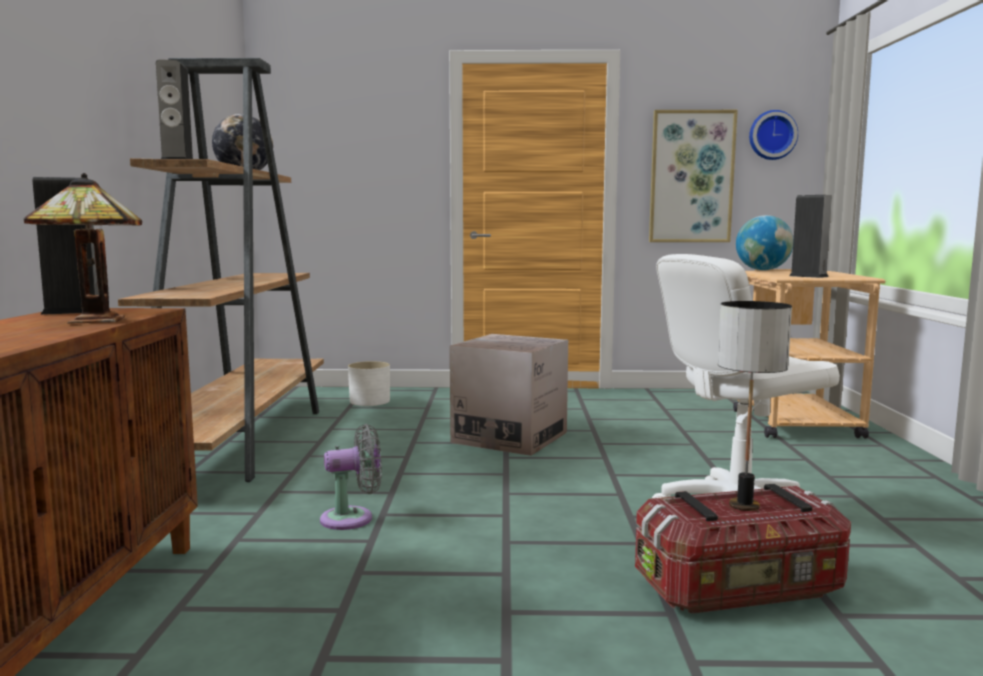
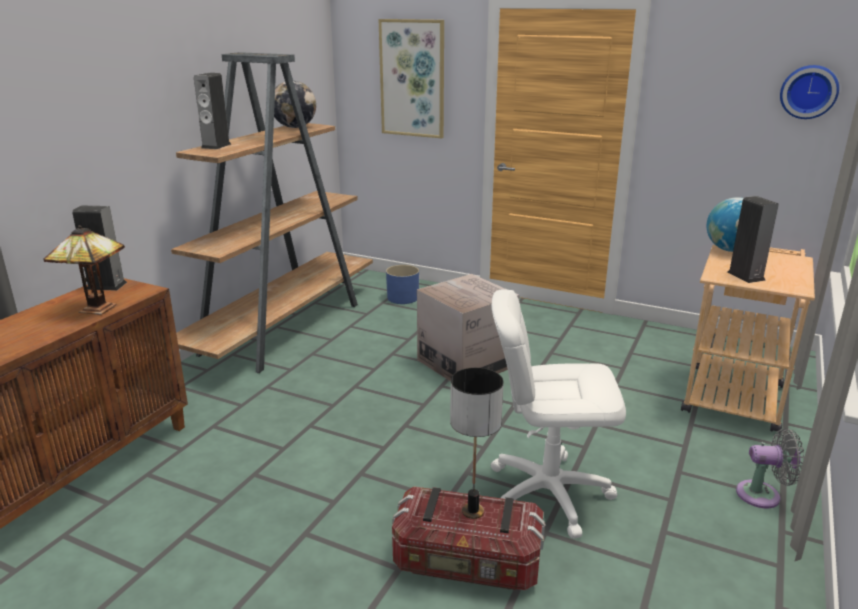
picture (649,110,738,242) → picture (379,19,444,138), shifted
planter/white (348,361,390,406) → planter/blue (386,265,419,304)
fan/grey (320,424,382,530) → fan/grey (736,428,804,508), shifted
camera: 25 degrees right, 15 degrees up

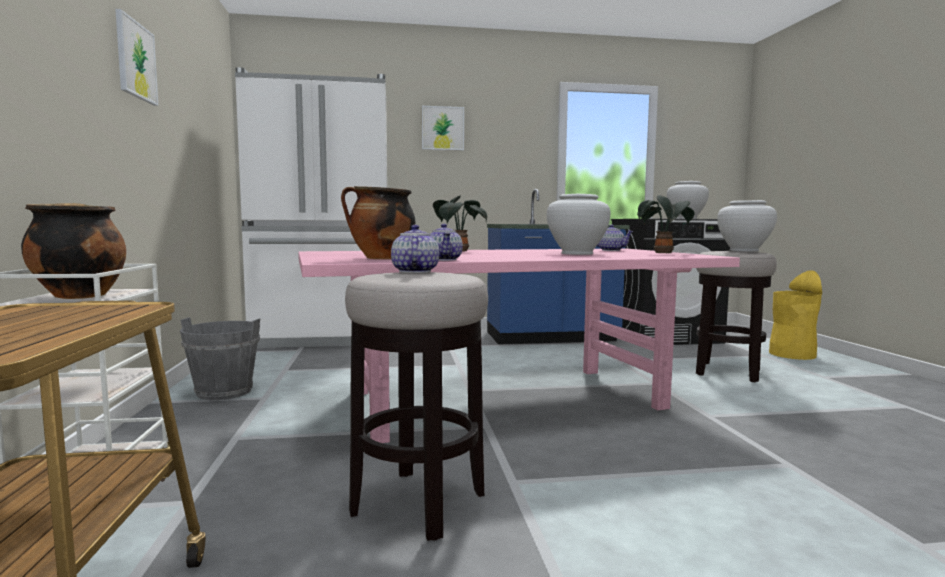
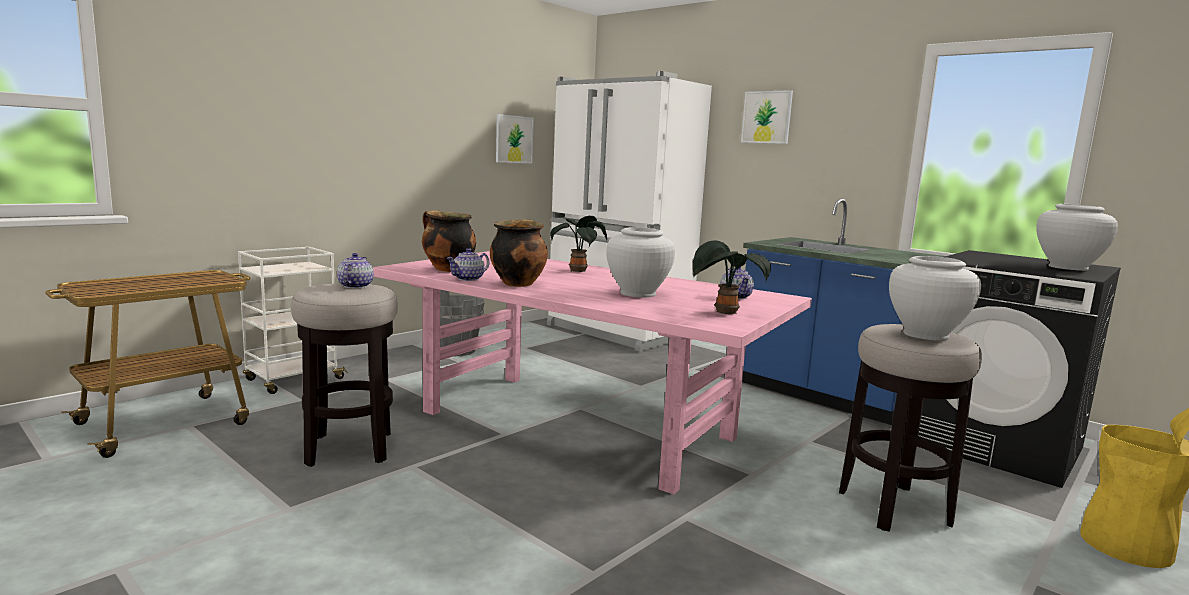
picture (115,9,158,106) → picture (496,114,534,163), shifted
cooking pot (21,203,126,299) → cooking pot (490,219,548,287), shifted
teapot (391,225,439,273) → teapot (337,253,374,288), 45 degrees counterclockwise
camera: 50 degrees right, 5 degrees up

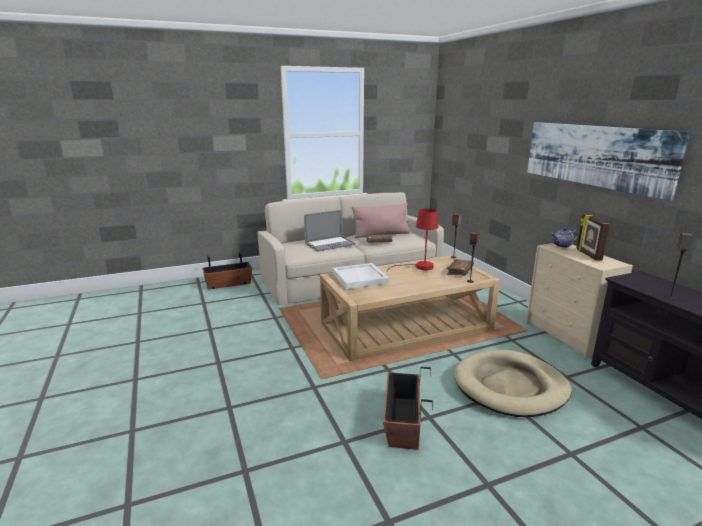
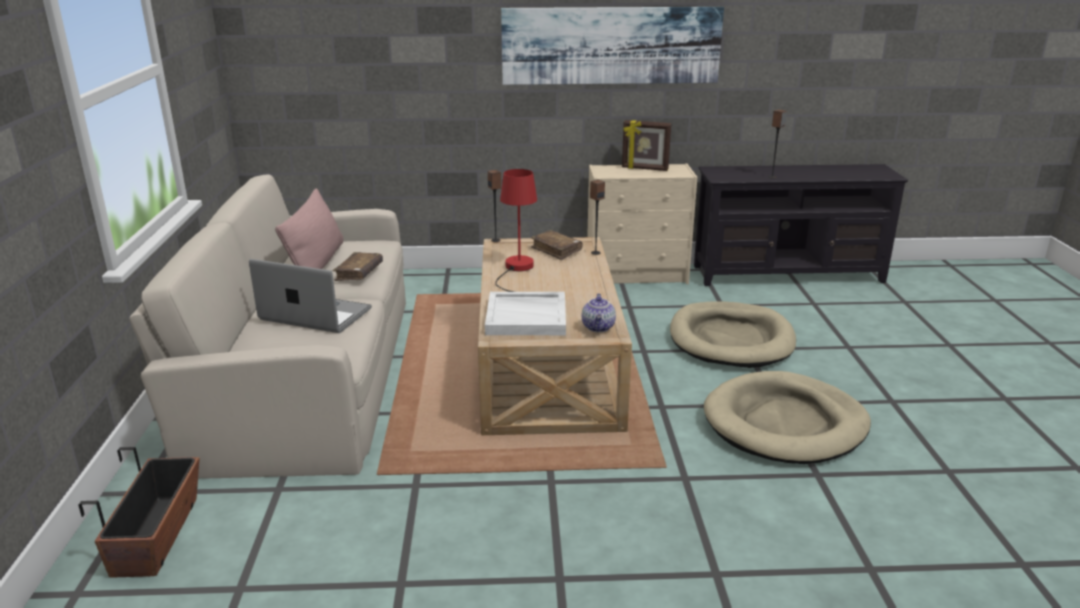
laptop (304,210,355,251) → laptop (249,259,372,333), 60 degrees counterclockwise
teapot (551,228,577,248) → teapot (582,293,616,332), shifted
planter (383,367,433,450) → dog bed/beige (704,371,871,464)
camera: 70 degrees left, 5 degrees up

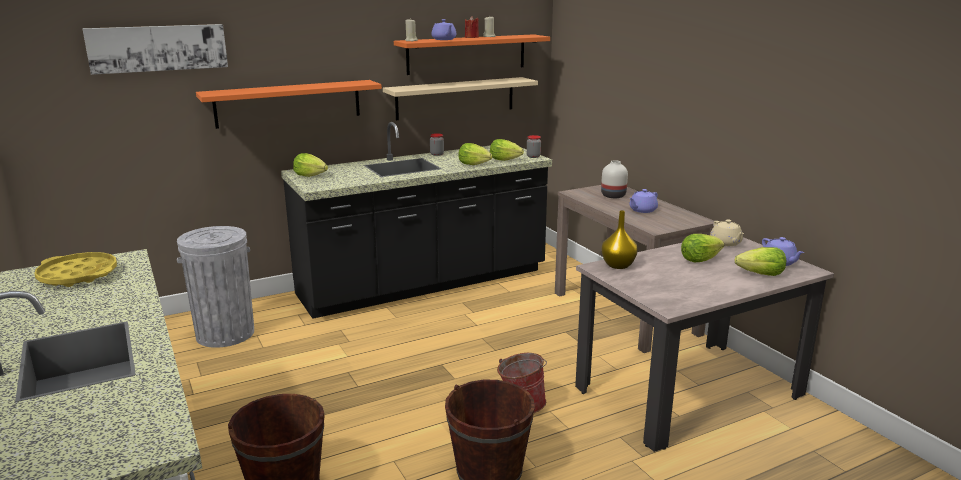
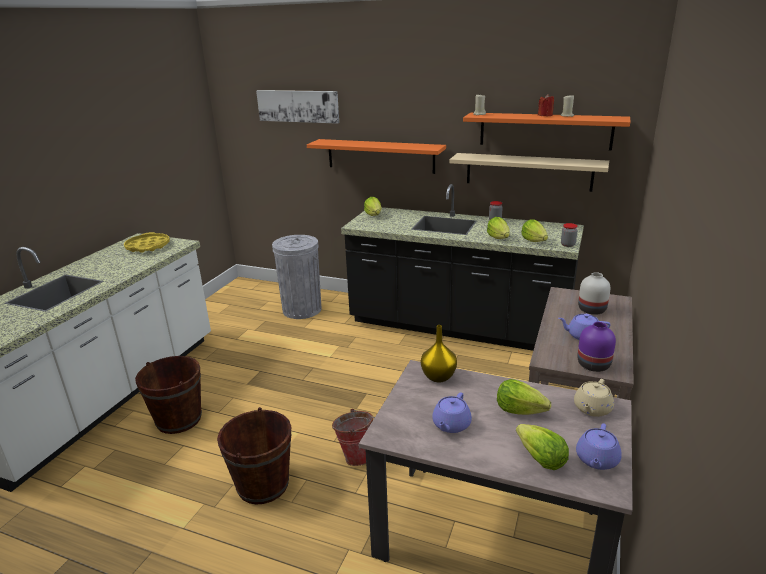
teapot/purple (431,19,456,40) → teapot/purple (432,392,472,433), shifted
- → vase/purple (577,322,616,372)
camera: 50 degrees right, 5 degrees up

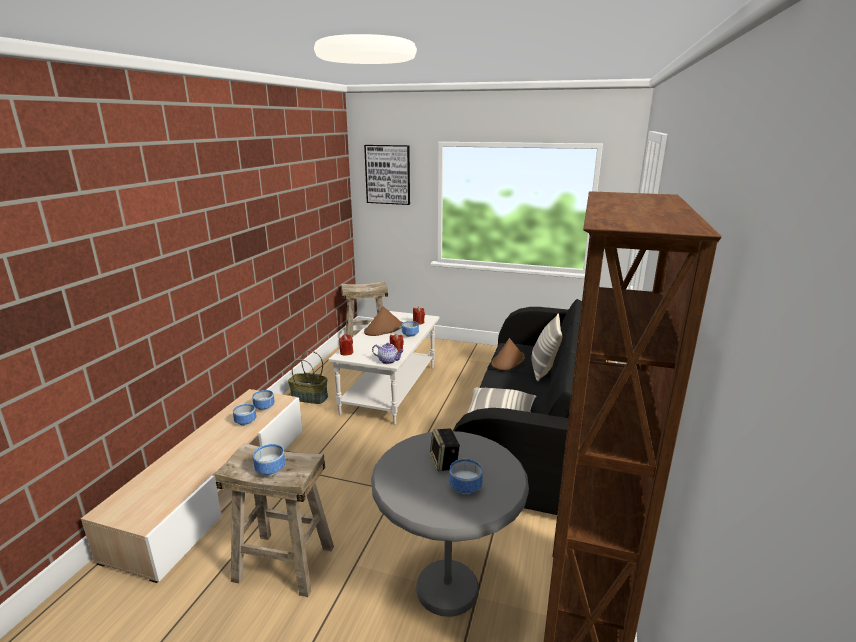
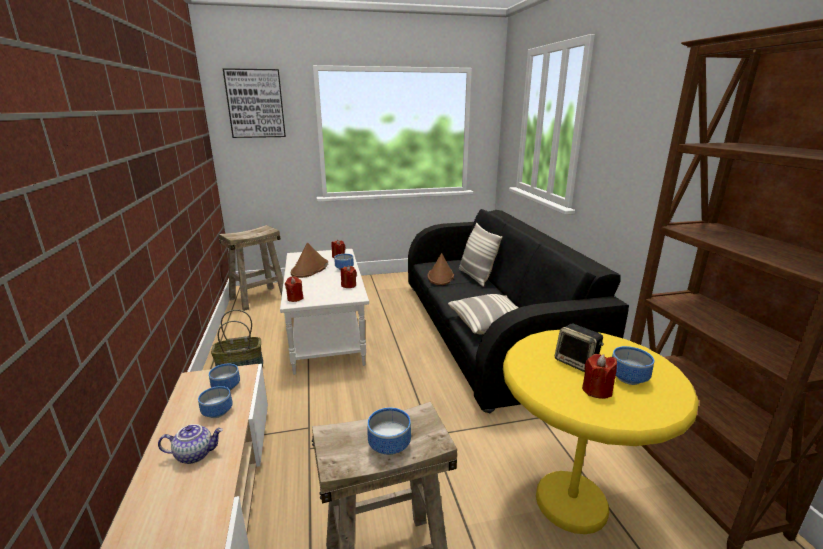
teapot (372,343,404,364) → teapot (158,424,223,464), shifted
side table/grey (371,431,529,617) → side table/yellow (503,330,699,534)
- → candle/red (582,354,617,399)
camera: 30 degrees left, 0 degrees up

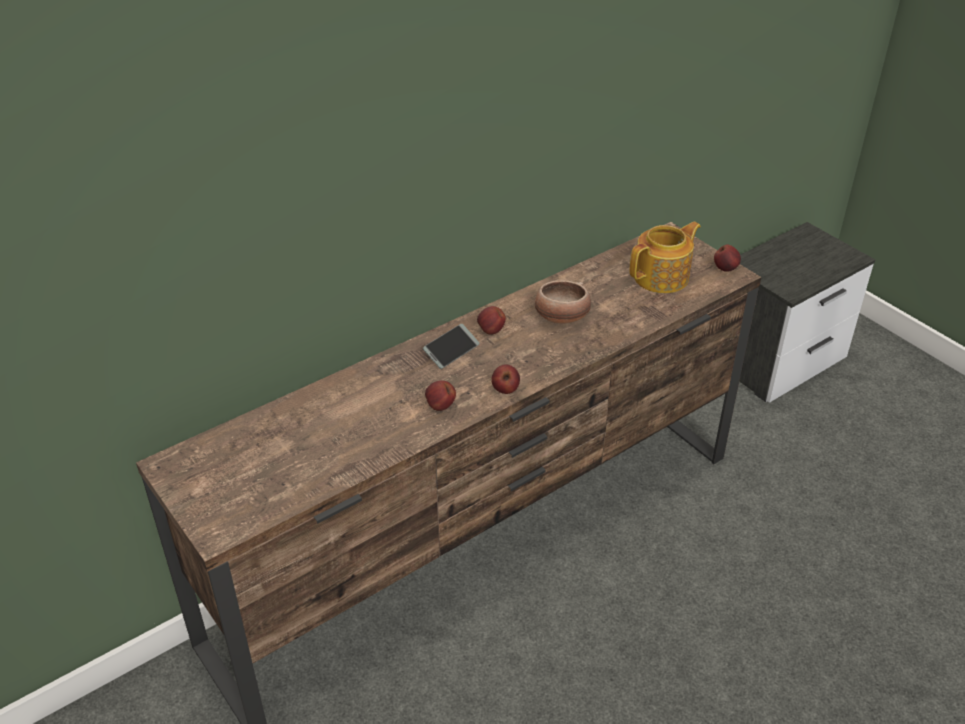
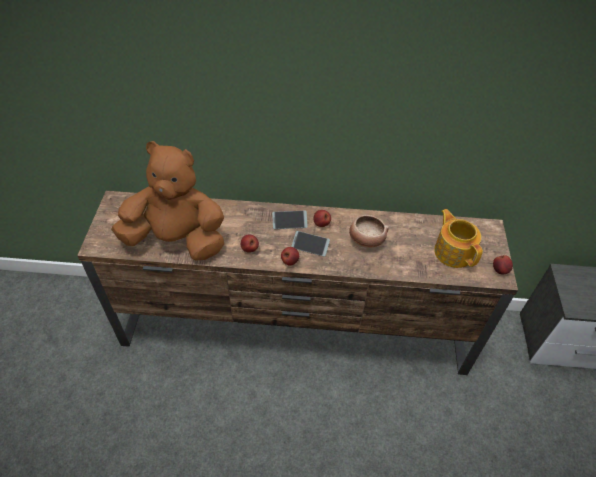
teapot (629,221,701,293) → teapot (434,209,483,268), 120 degrees counterclockwise
- → plush toy/brown (111,141,224,261)
- → phone (291,231,330,257)
camera: 40 degrees right, 10 degrees up

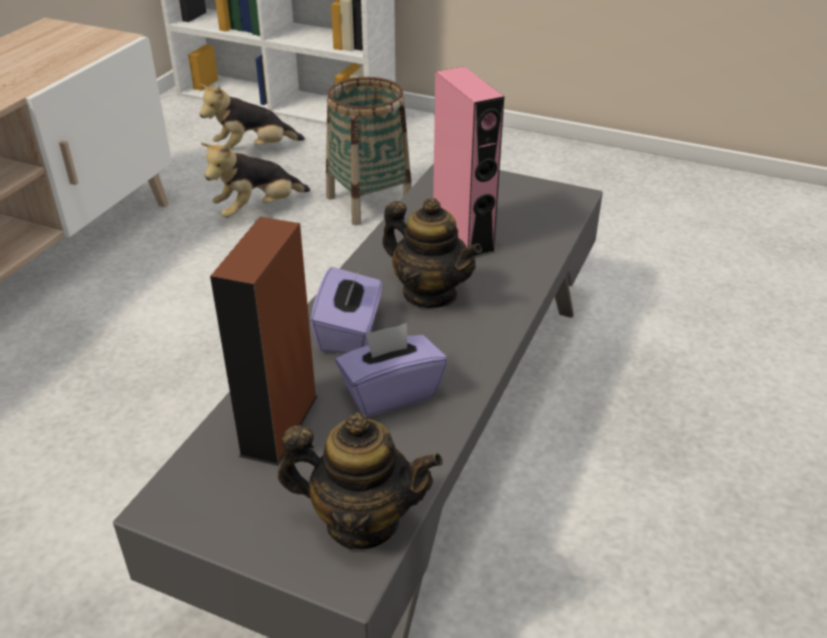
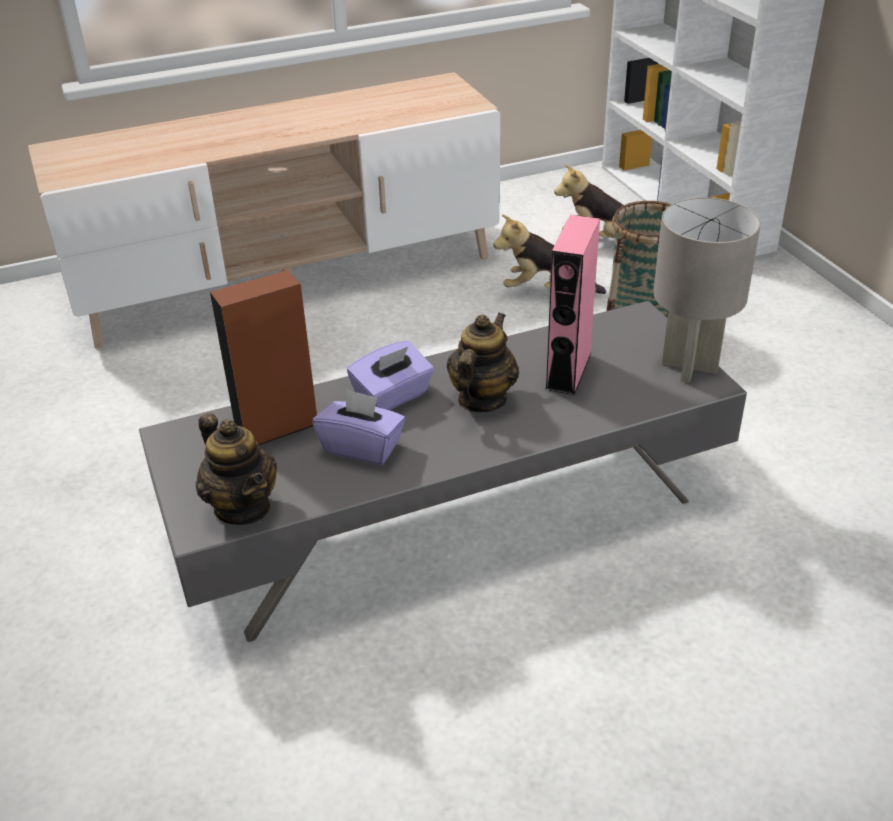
teapot (382,198,482,308) → teapot (447,313,519,412), 150 degrees counterclockwise
- → table lamp/grey (653,198,761,383)
camera: 45 degrees right, 0 degrees up

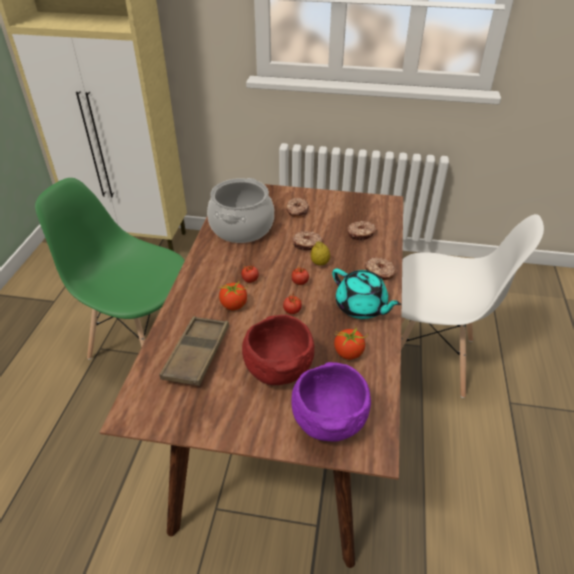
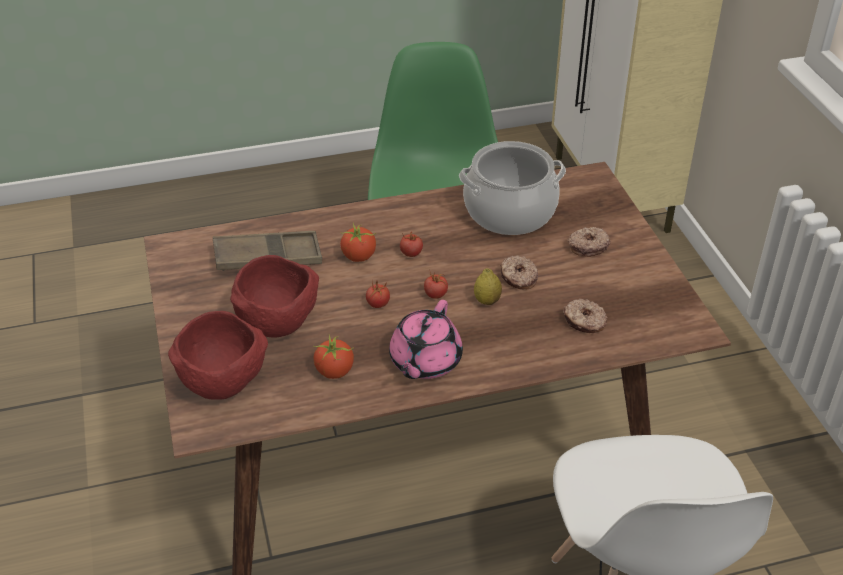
donut (365,257,396,280) → -
teapot/turquoise (332,268,401,319) → teapot/pink (389,300,463,379)
bowl/purple (291,362,371,442) → bowl/red (168,311,268,400)
camera: 65 degrees right, 0 degrees up

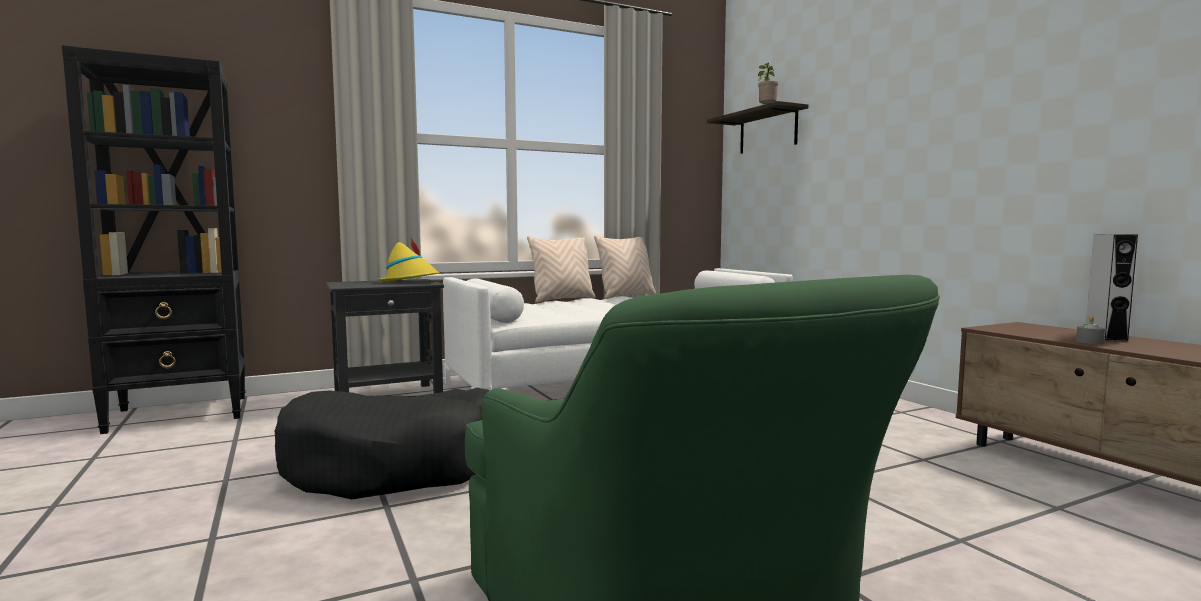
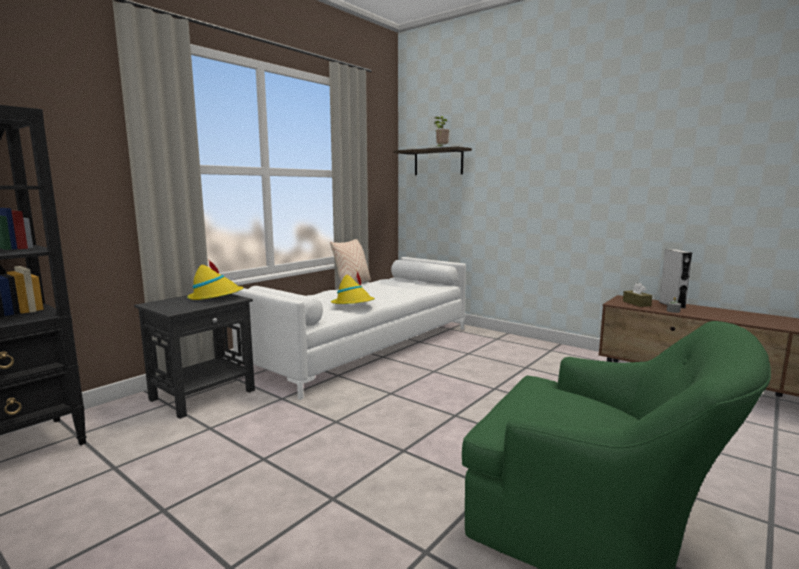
pillow/beige (527,236,596,303) → -
dog bed/black (275,388,490,500) → -
- → hat/yellow (331,272,375,304)
- → tissue box/brown (623,283,652,307)
camera: 25 degrees left, 5 degrees up

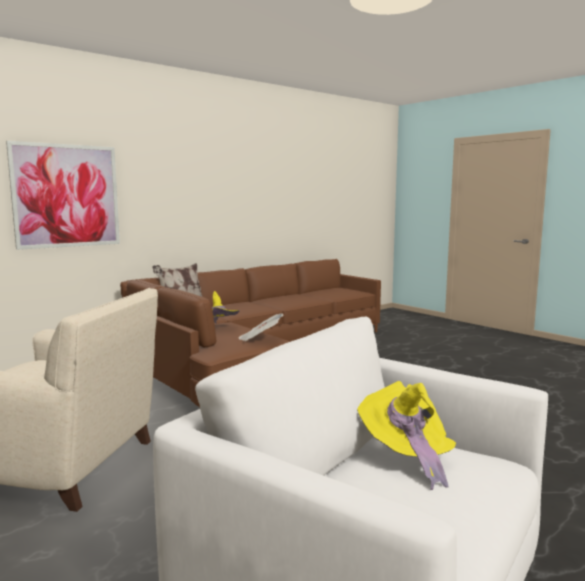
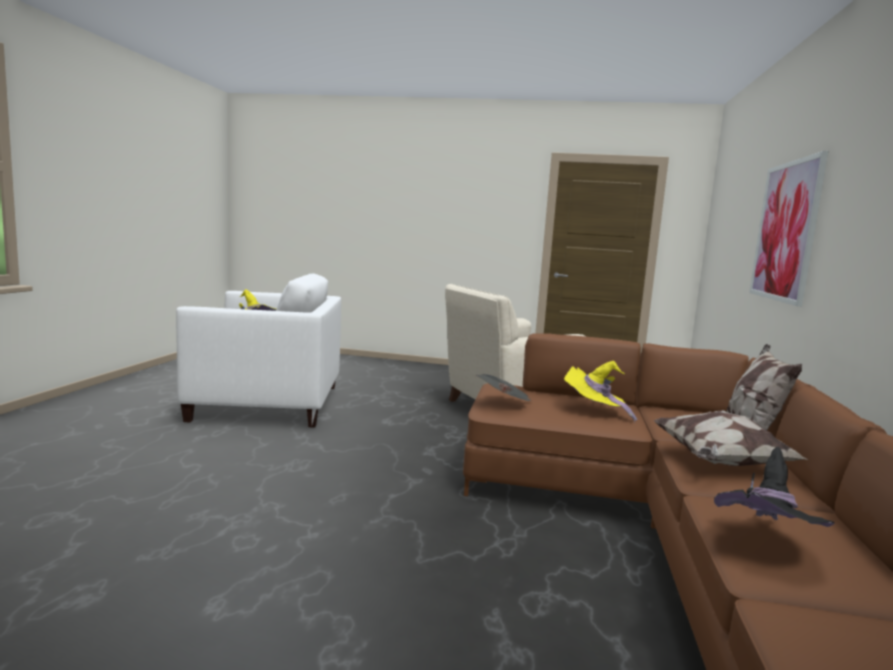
- → pillow (653,410,807,466)
- → hat/black (714,447,835,527)
camera: 140 degrees right, 0 degrees up

